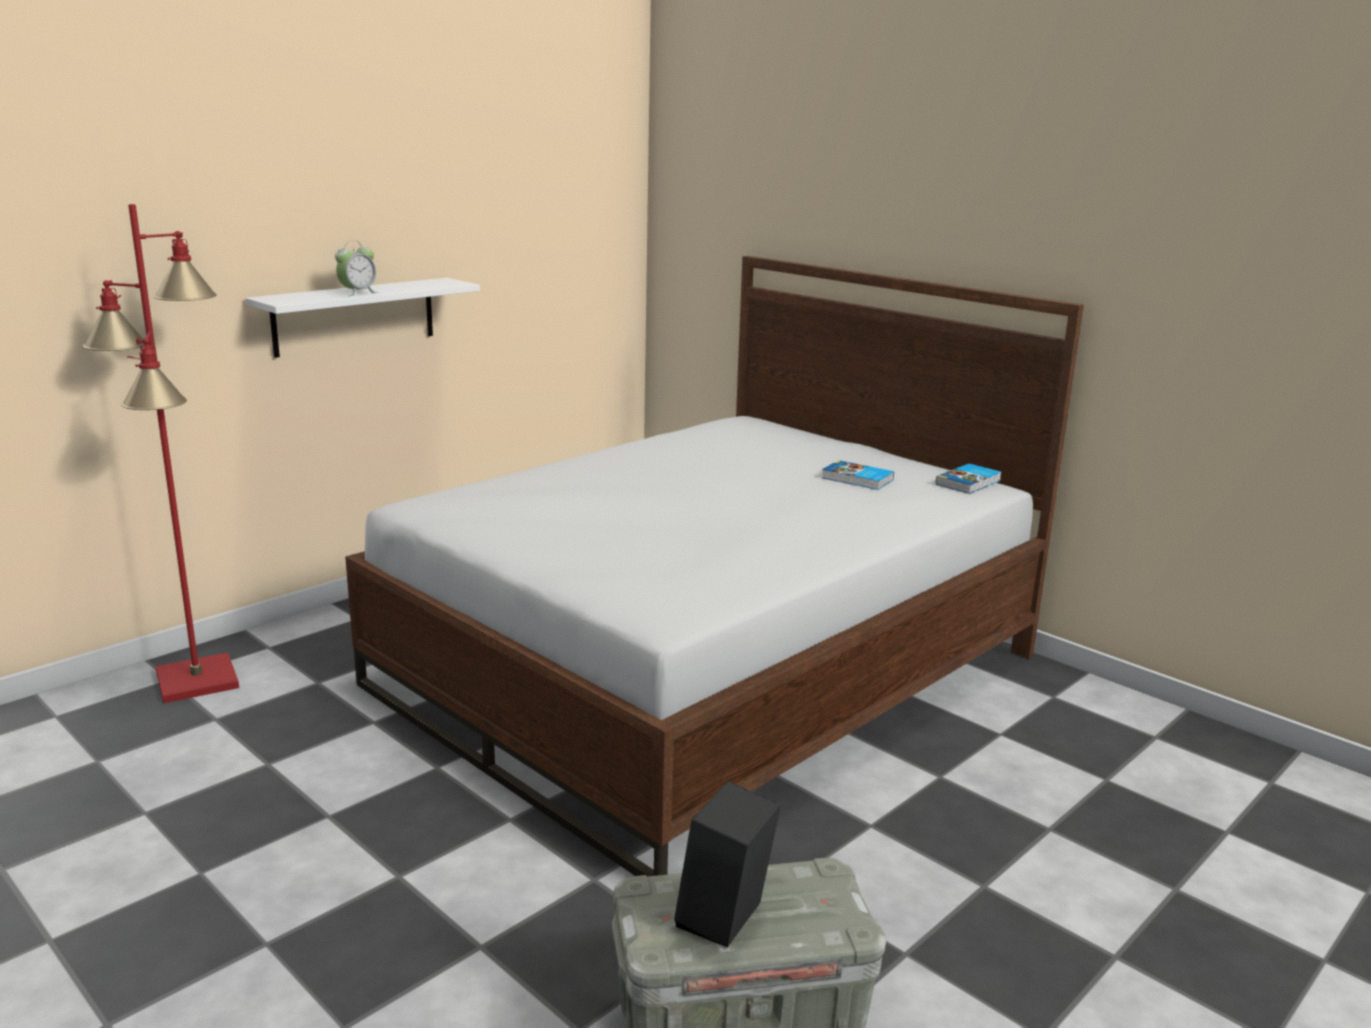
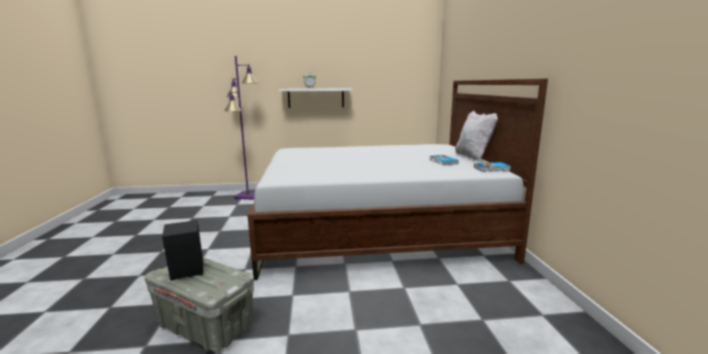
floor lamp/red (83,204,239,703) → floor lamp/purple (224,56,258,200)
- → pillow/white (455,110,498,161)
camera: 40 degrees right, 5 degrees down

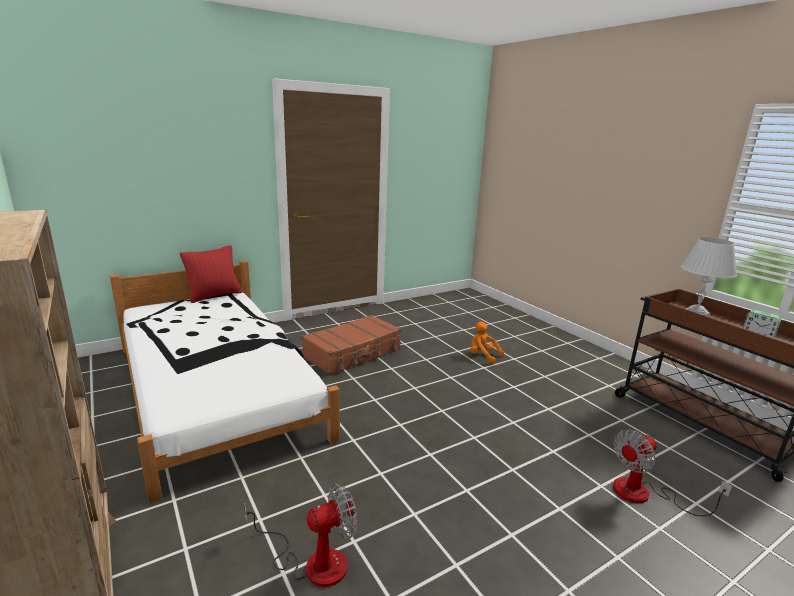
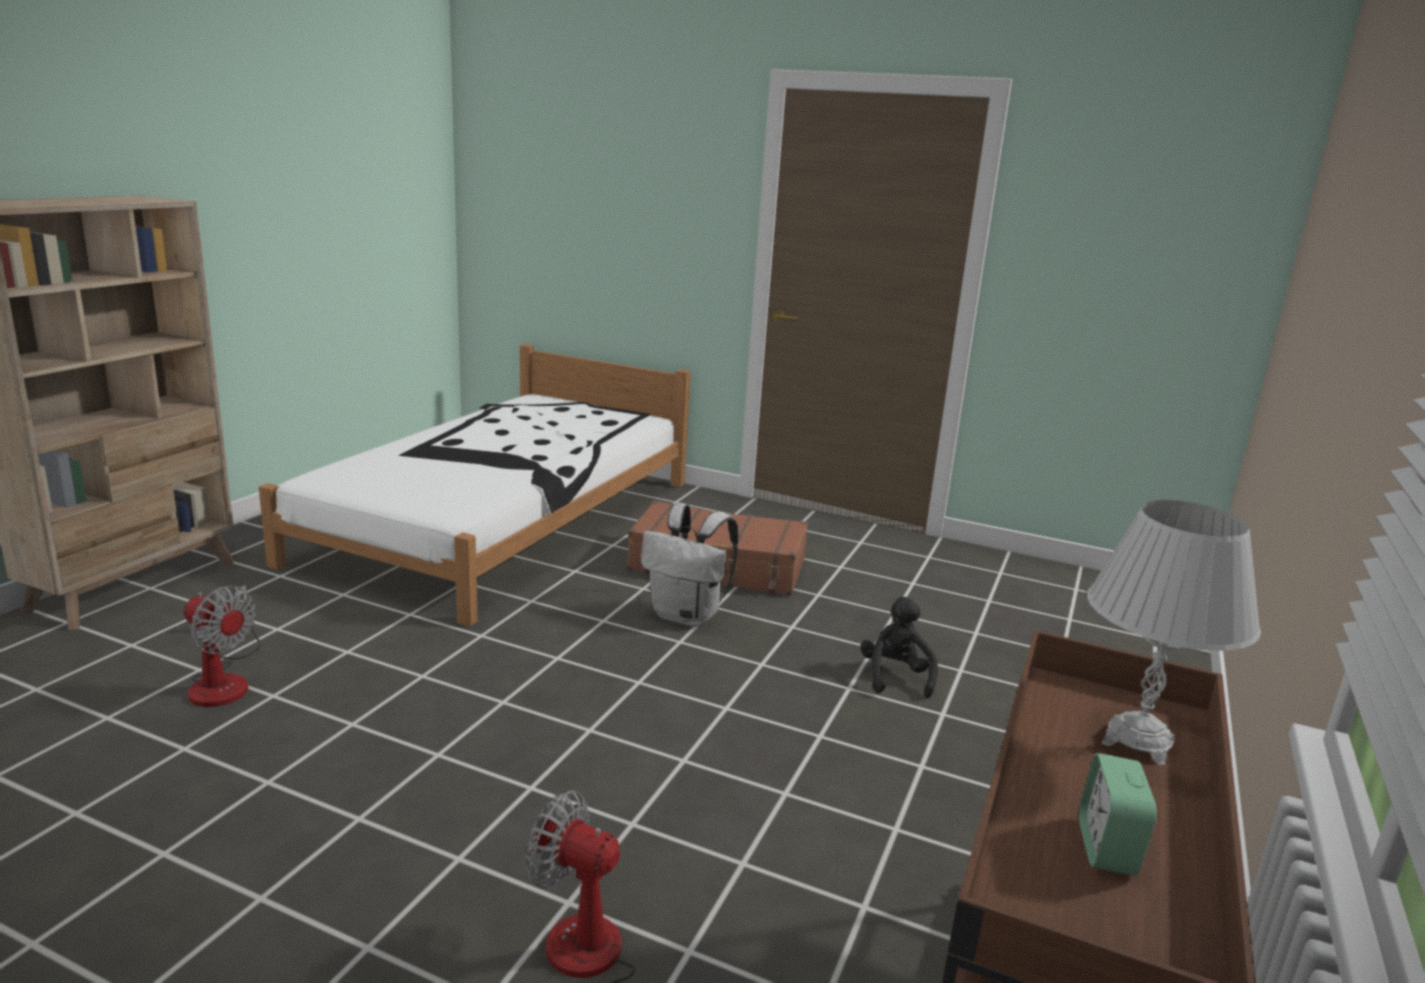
pillow/red (180,245,242,303) → -
plush toy/orange (471,322,504,363) → plush toy/black (861,597,938,698)
- → backpack/white (641,503,739,627)
camera: 55 degrees right, 0 degrees up

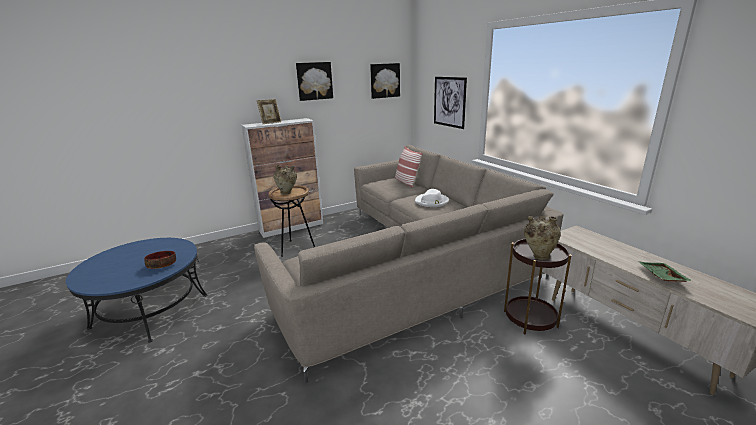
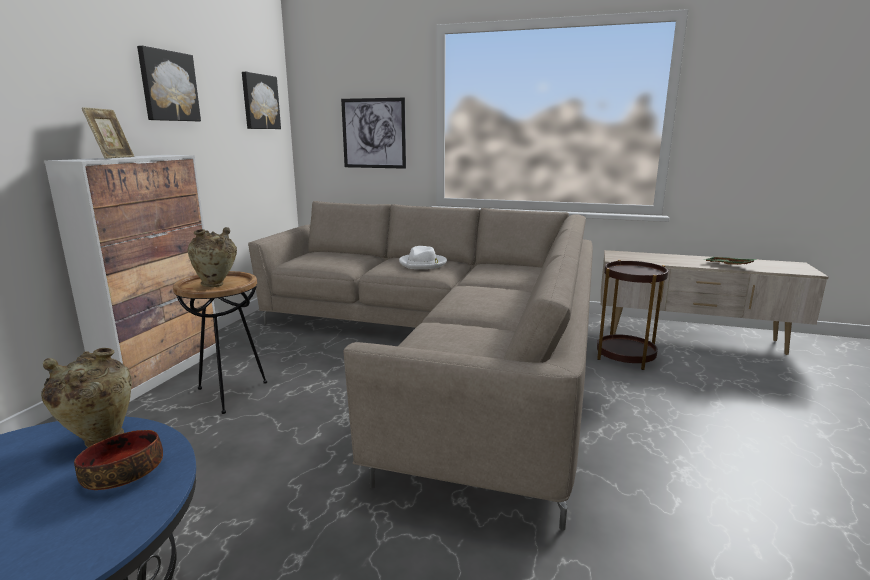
pillow (395,146,423,188) → -
vase/beige (524,216,561,260) → vase/beige (41,348,132,447), shifted
camera: 45 degrees left, 5 degrees down

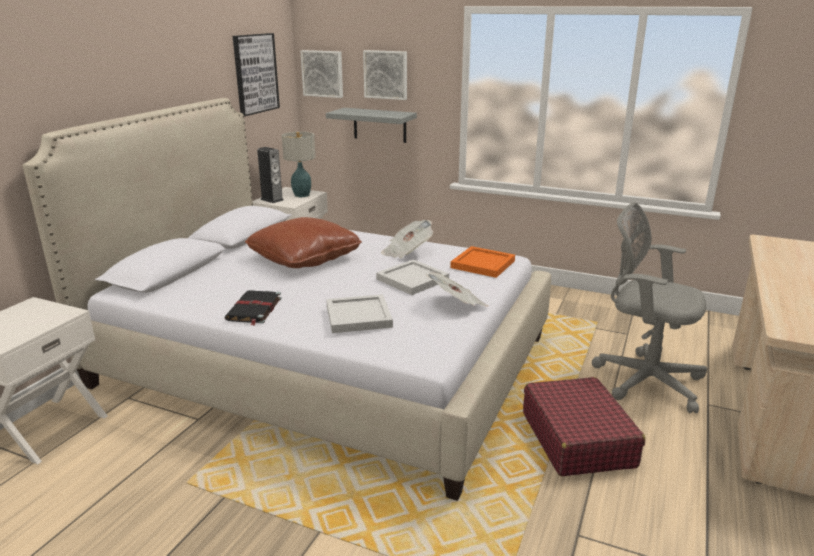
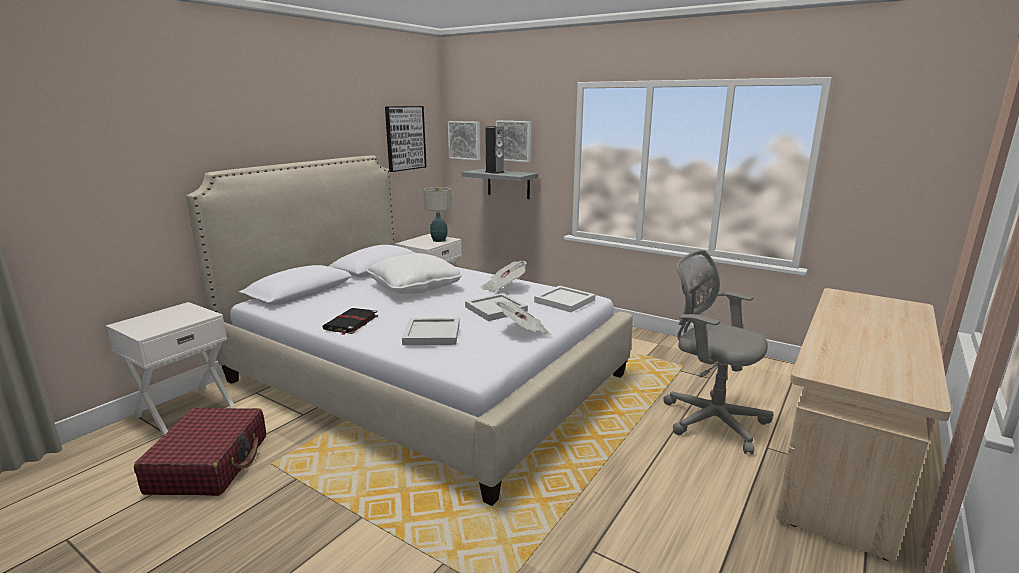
speaker (257,147,284,203) → speaker (485,126,505,174), shifted
pillow/brown (245,217,362,268) → pillow/white (367,253,462,294)
tray/orange (450,246,515,278) → tray/white (534,286,596,312)
suitcase/red (523,377,645,476) → suitcase/red (134,408,266,496), shifted
camera: 10 degrees right, 5 degrees down

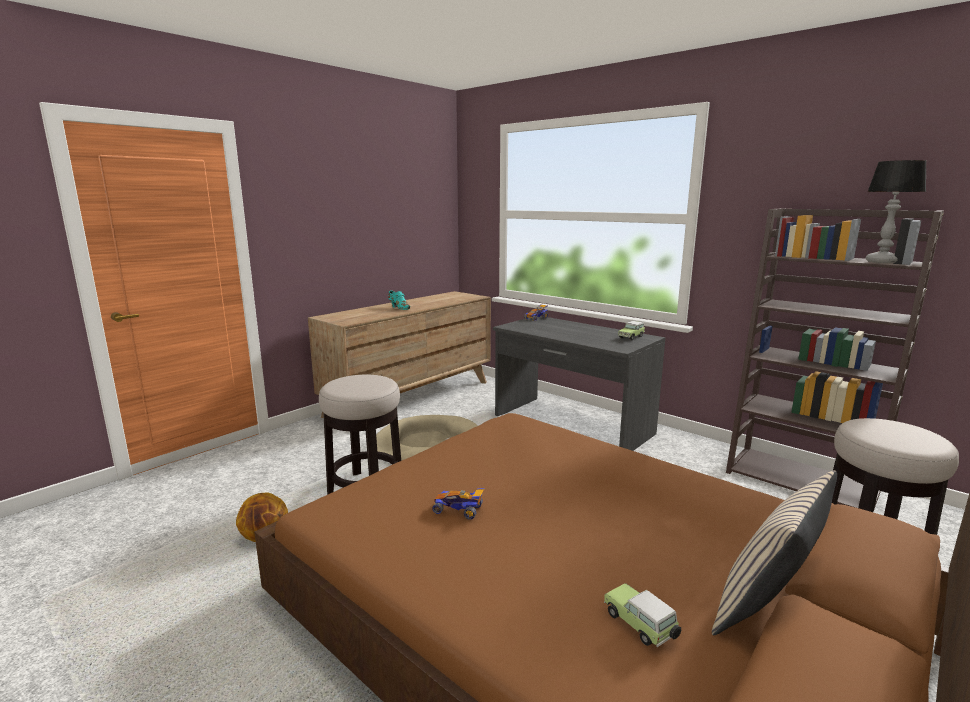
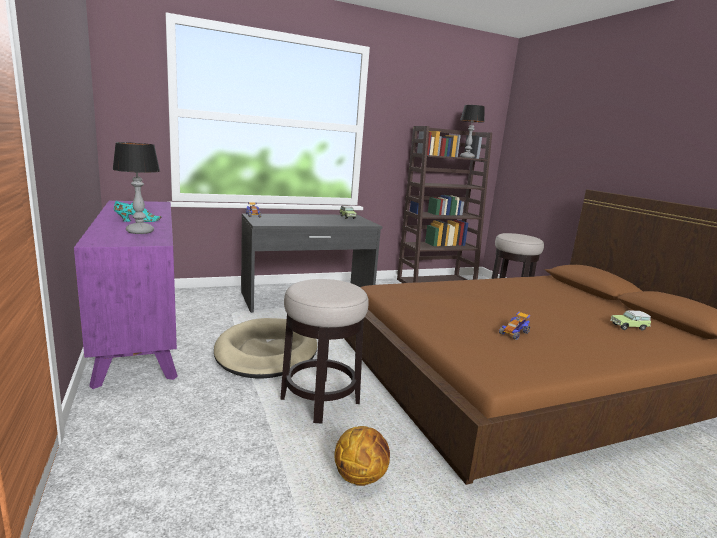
dresser/brown (308,291,491,418) → dresser/purple (74,201,178,389)
pillow/beige (712,470,837,635) → -
- → table lamp (112,142,160,234)
camera: 65 degrees left, 0 degrees up

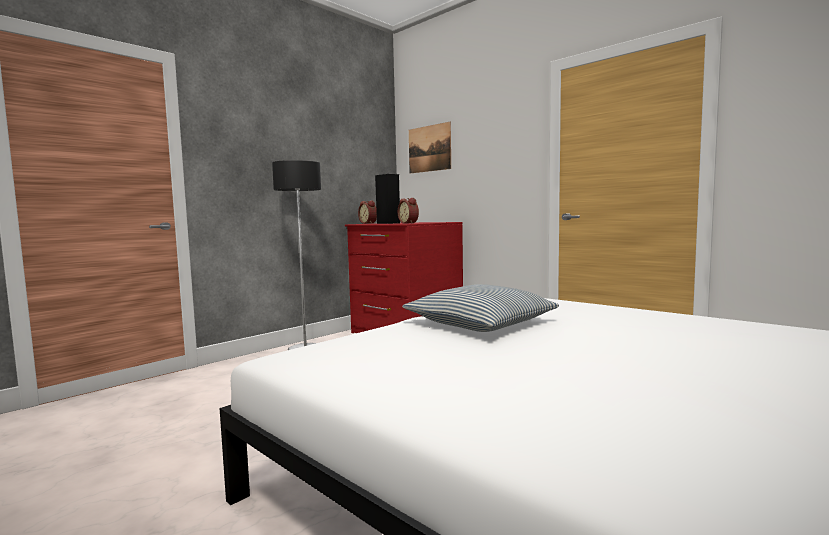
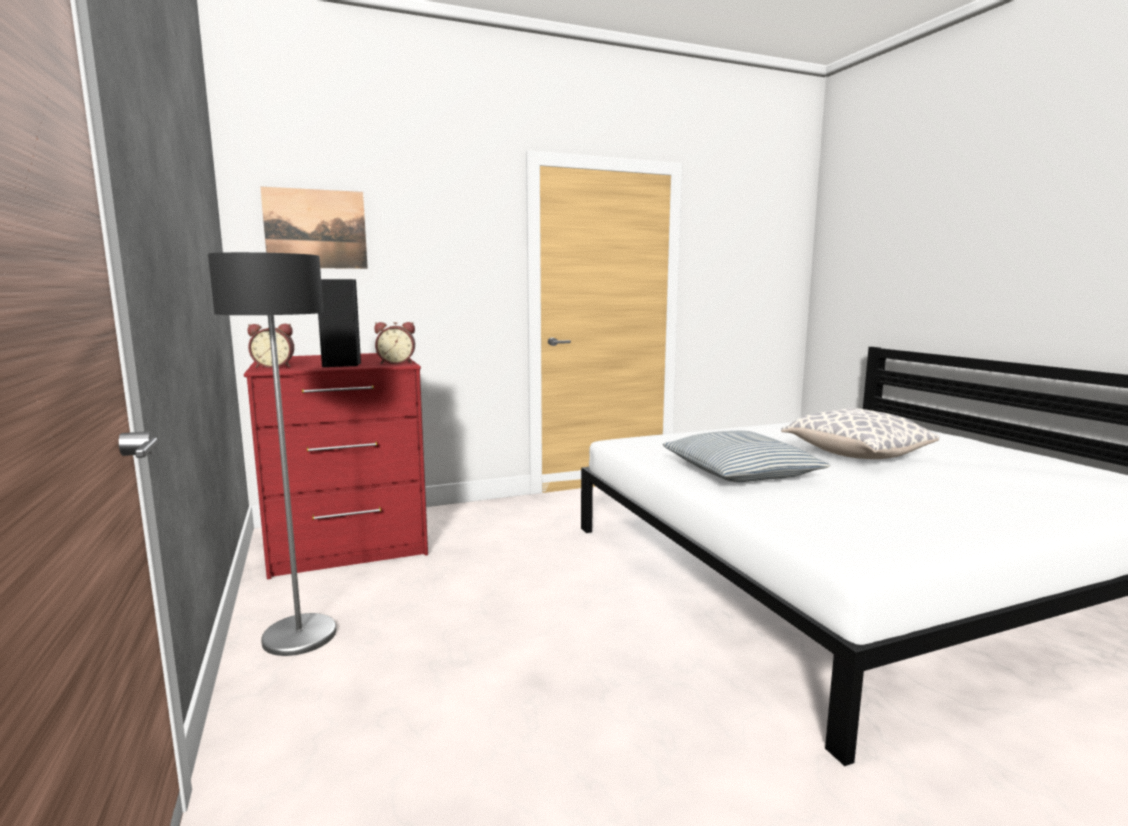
- → pillow (781,408,939,459)
camera: 65 degrees left, 5 degrees up

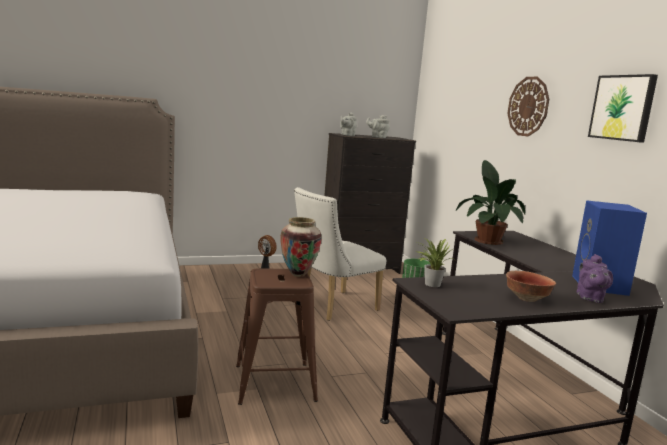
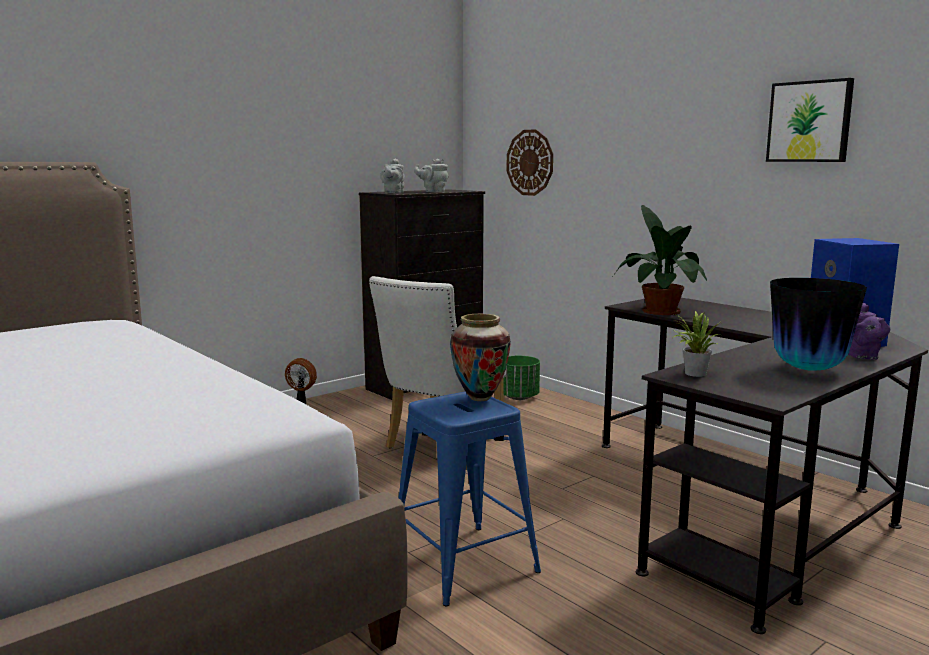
wall clock (507,77,549,137) → wall clock (507,129,553,196), shifted
stool/brown (236,268,318,405) → stool/blue (398,391,541,606)
bowl (506,271,556,302) → vase (770,278,867,371)
camera: 20 degrees left, 0 degrees up

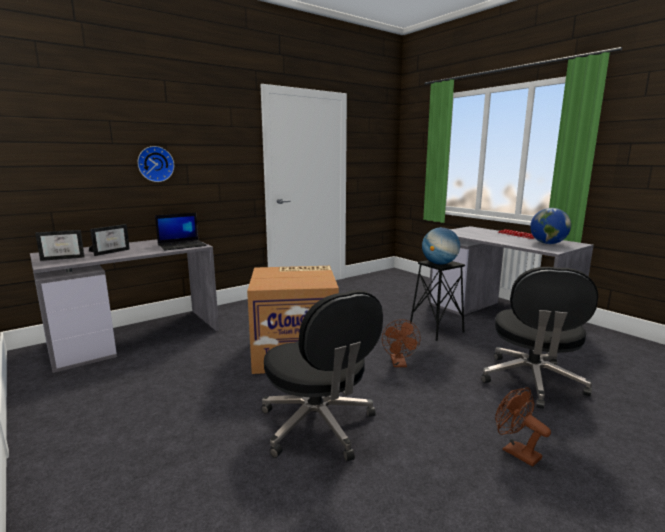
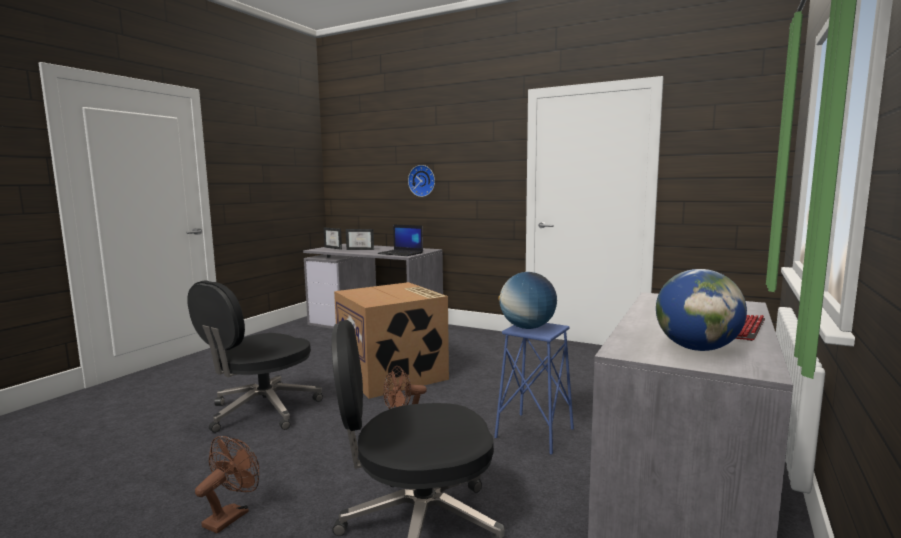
stool/black (410,260,465,341) → stool/blue (494,323,574,455)
camera: 65 degrees right, 5 degrees down

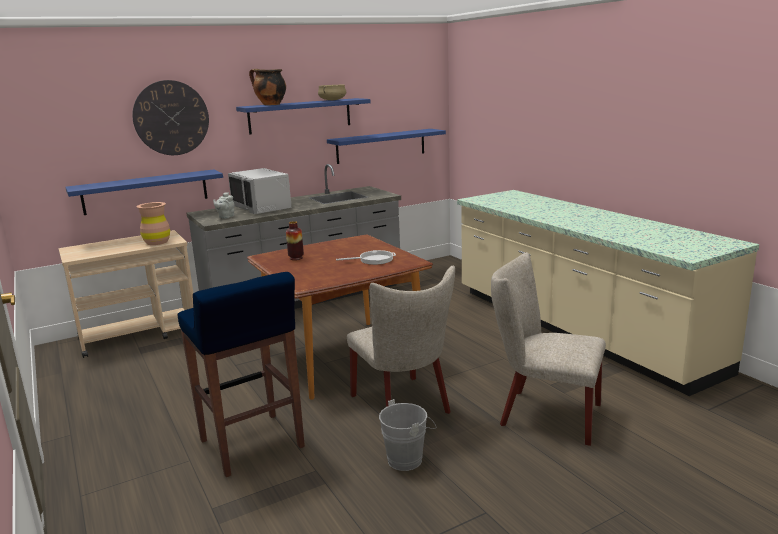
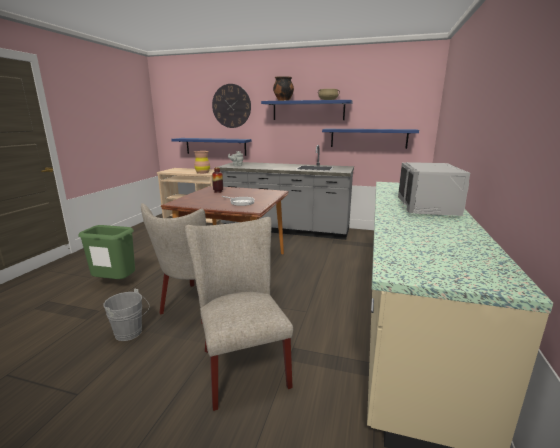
microwave/grey (228,168,291,214) → microwave/grey (398,162,470,216), shifted
stool/blue (177,272,305,477) → trash can/green (78,225,135,279)
camera: 45 degrees right, 0 degrees up

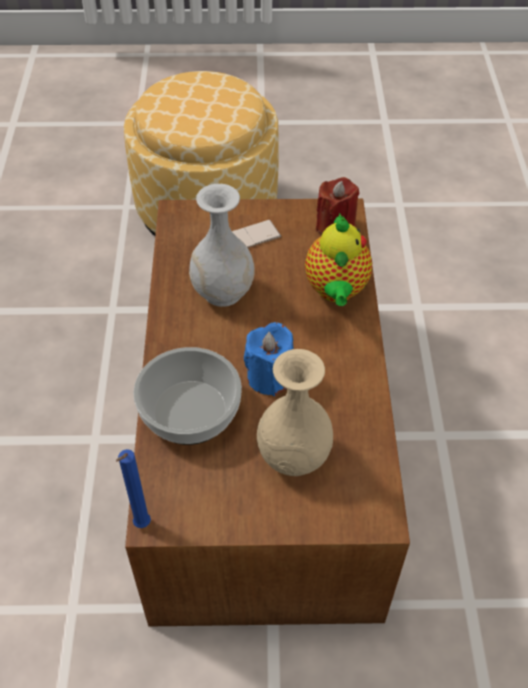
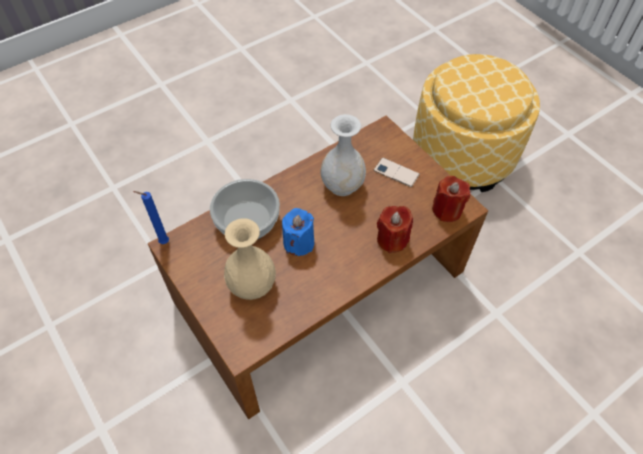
teapot (305,214,372,306) → candle/red (377,206,413,253)
camera: 55 degrees right, 5 degrees up

